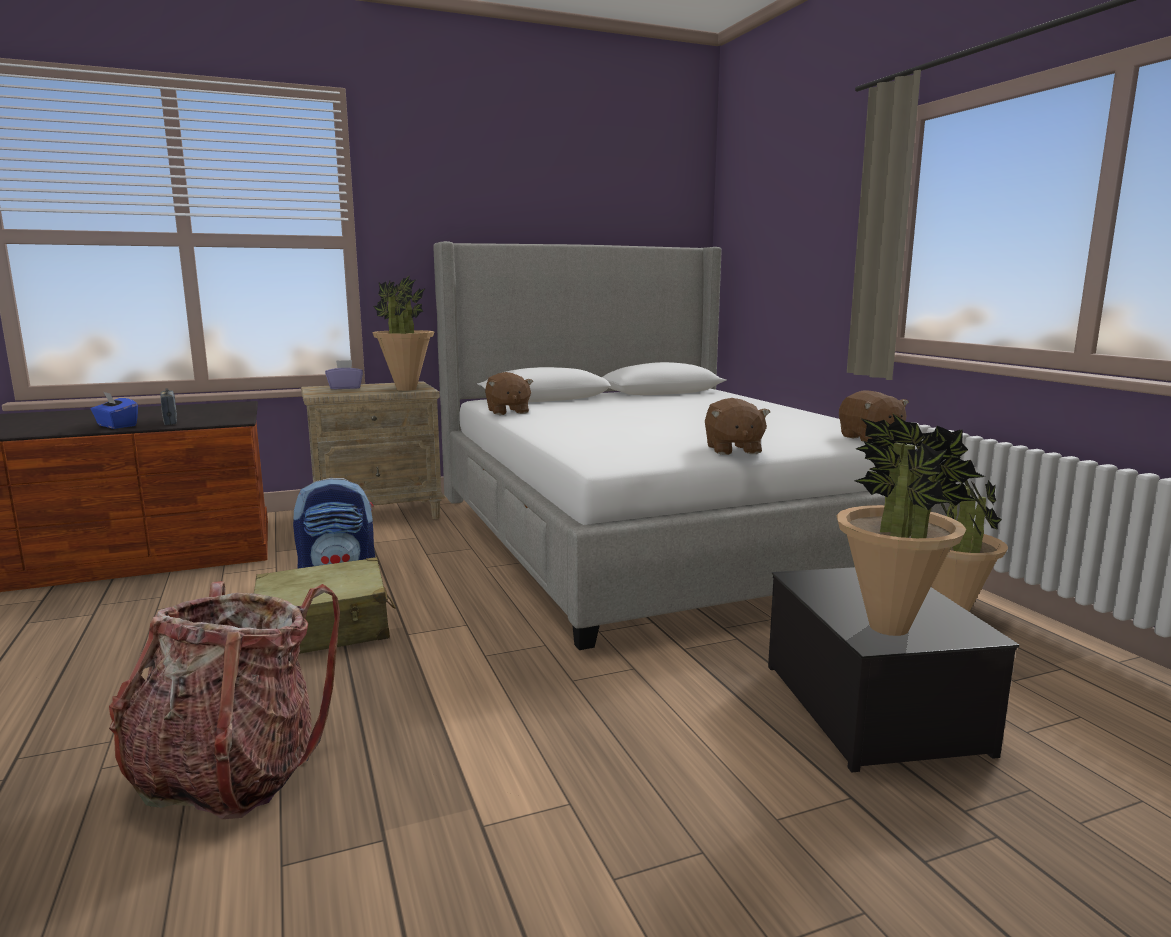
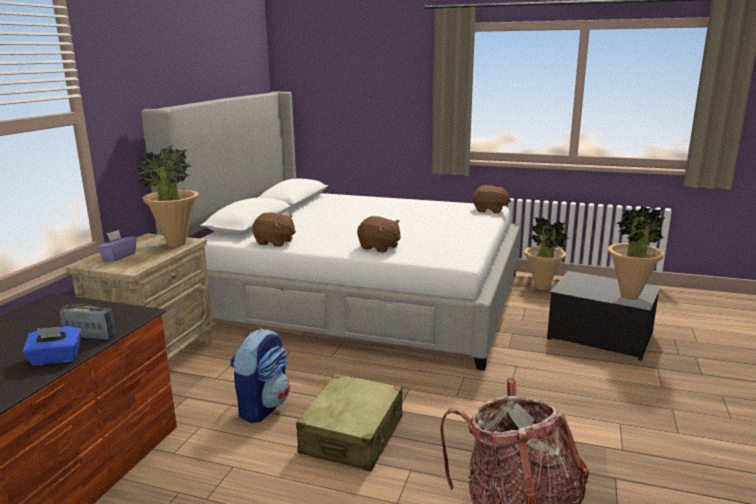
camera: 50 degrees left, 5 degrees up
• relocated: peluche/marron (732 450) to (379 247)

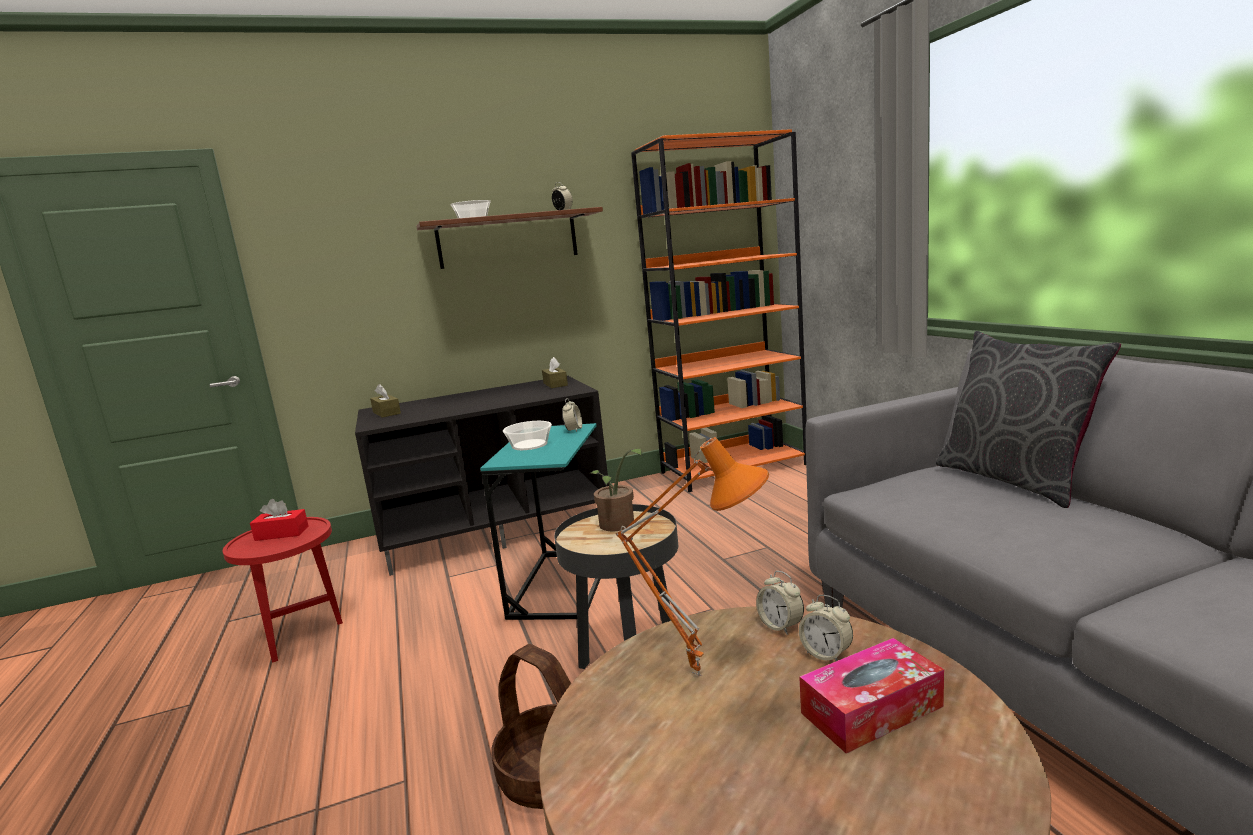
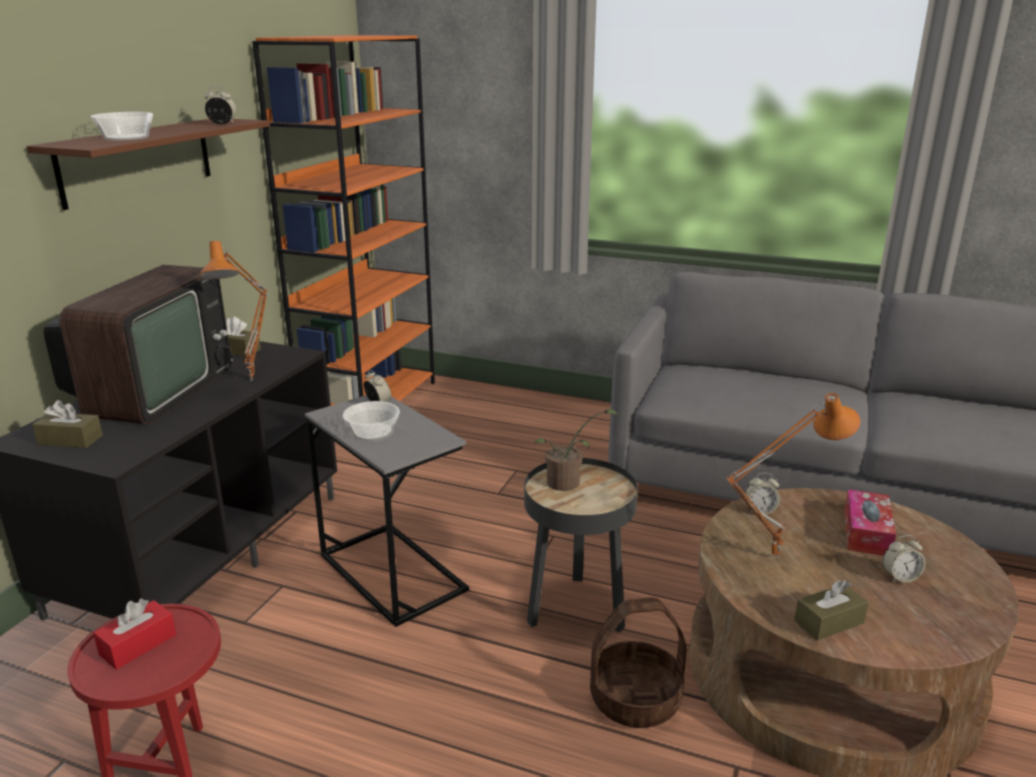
camera: 50 degrees left, 10 degrees up
• appeared: téléviseur (153 392)
• appeared: lampe de table/orange (254 380)
• colour: table d'appoint/turquoise (561 584) to table d'appoint/gris (392 572)
• appeared: boîte à mouchoirs/marron (828 622)
• relocated: réveil (826 654) to (900 577)
• missing: coussin/gris (1014 479)

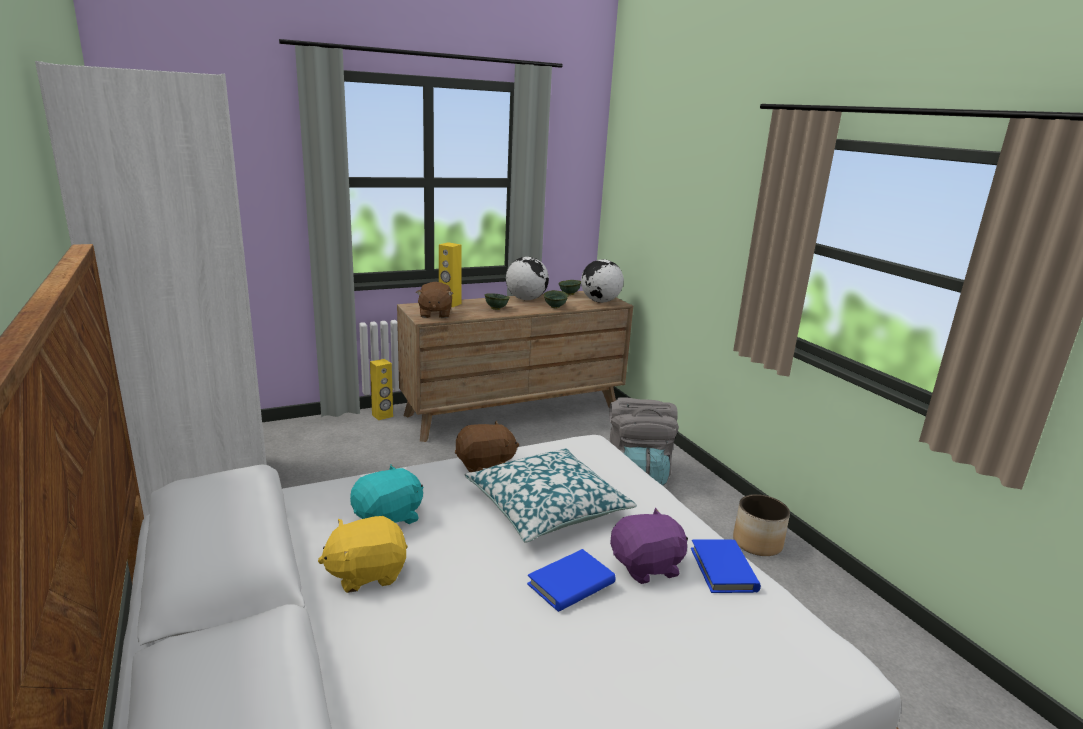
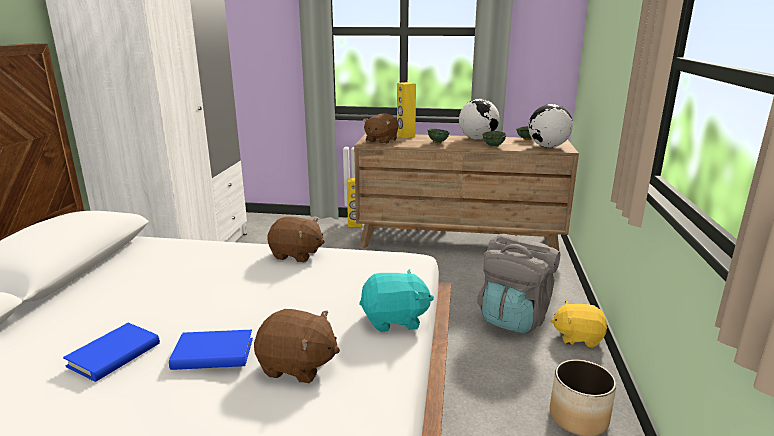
camera: 35 degrees right, 0 degrees up
• relocated: livre/bleu (723 569) to (114 355)
• colour: peluche/violet (647 567) to peluche/marron (297 366)
• relocated: peluche/turquoise (389 519) to (394 320)
• relocated: peluche/jaune (366 573) to (577 337)
• missing: coussin (546 507)

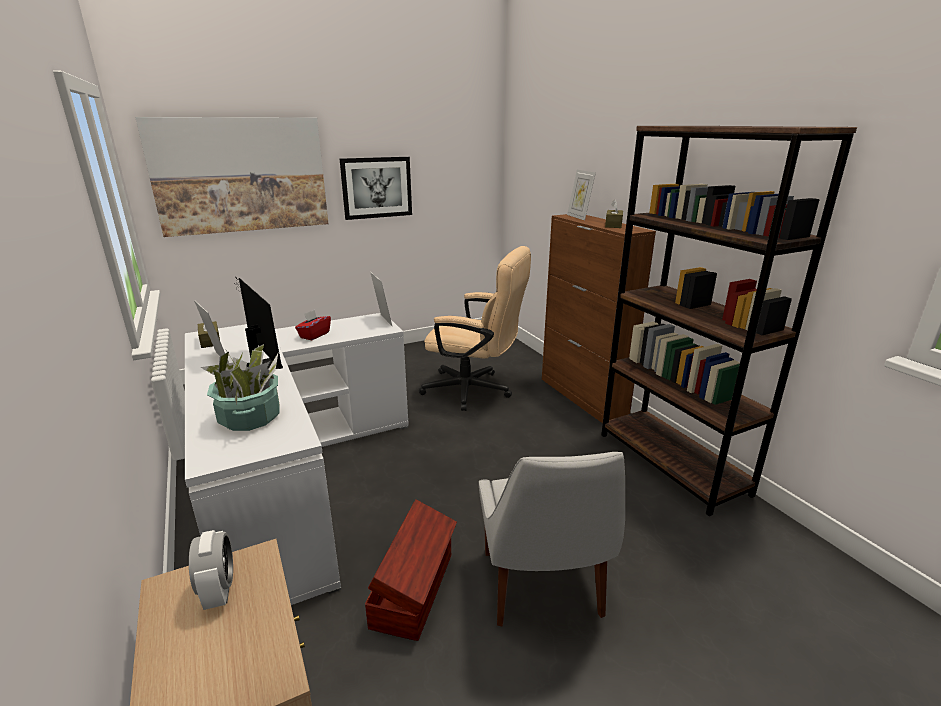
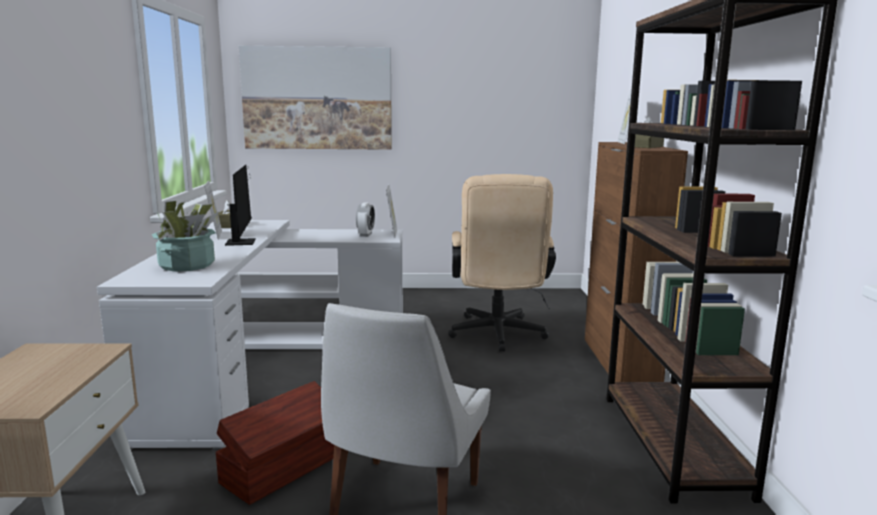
camera: 25 degrees right, 10 degrees down
• relocated: réveil (219 591) to (365 234)
• spun: chaise de bureau/beige (475 391) = (497 336) 45 degrees clockwise
• missing: boîte à mouchoirs/rouge (314 335)
• missing: tableau (376 187)

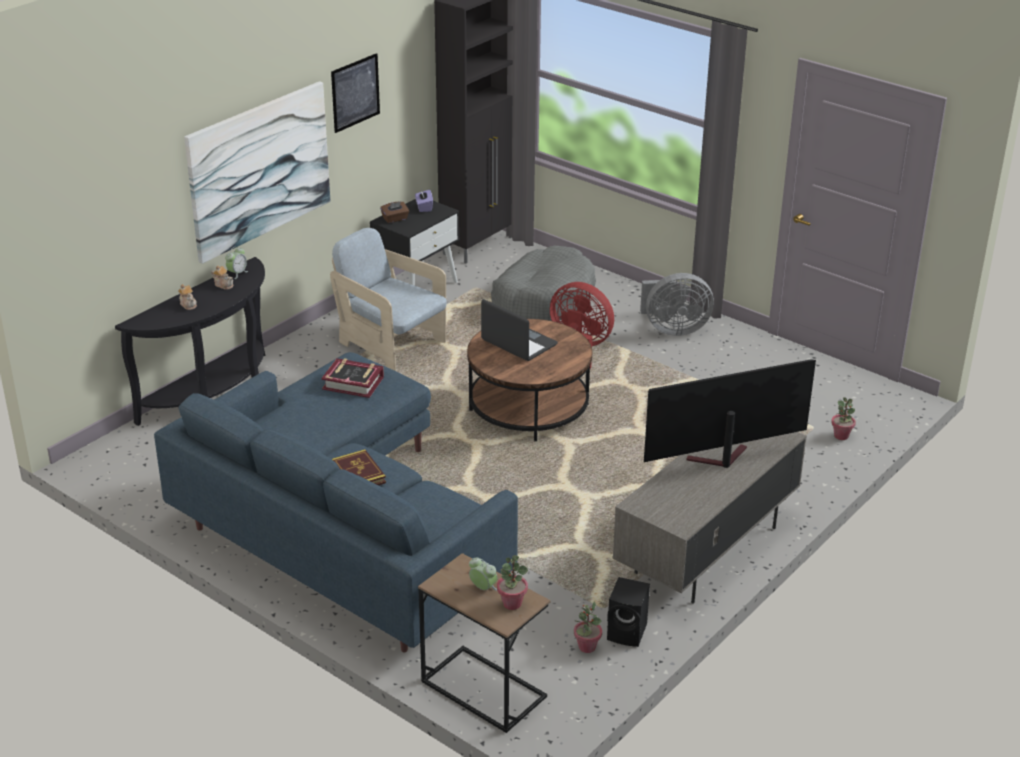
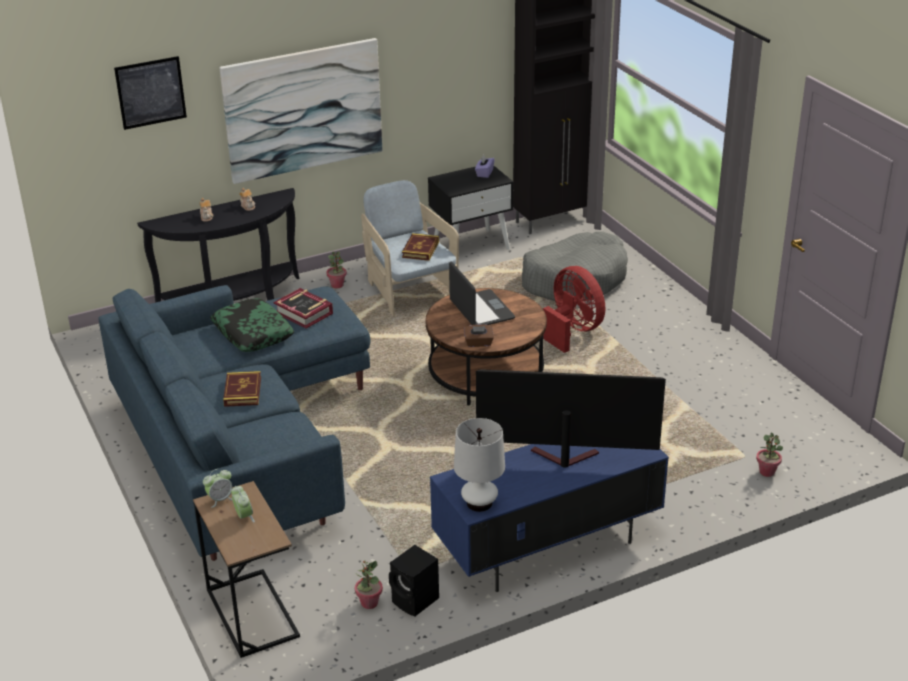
camera: 25 degrees right, 0 degrees up
• relocated: tableau (355 92) to (150 92)
• relocated: réveil (237 273) to (220 499)
• appeared: coussin (252 333)
• relocated: plante en pot (512 603) to (337 285)
• appeared: livre (420 249)
• colour: meuble télé/gris (706 551) to meuble télé/bleu (547 547)
• appeared: lampe de table/blanc (479 503)
• relocated: boîte à mouchoirs/marron (395 219) to (478 343)
• missing: ventilateur/gris (673 329)

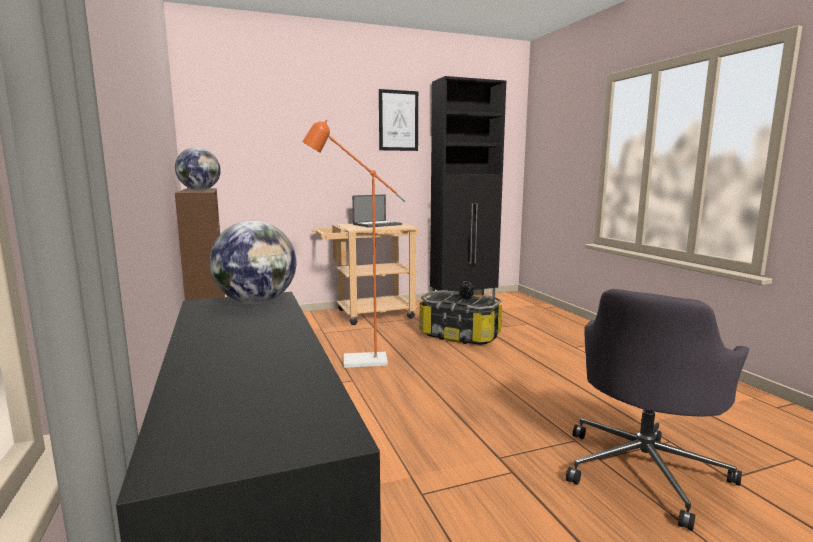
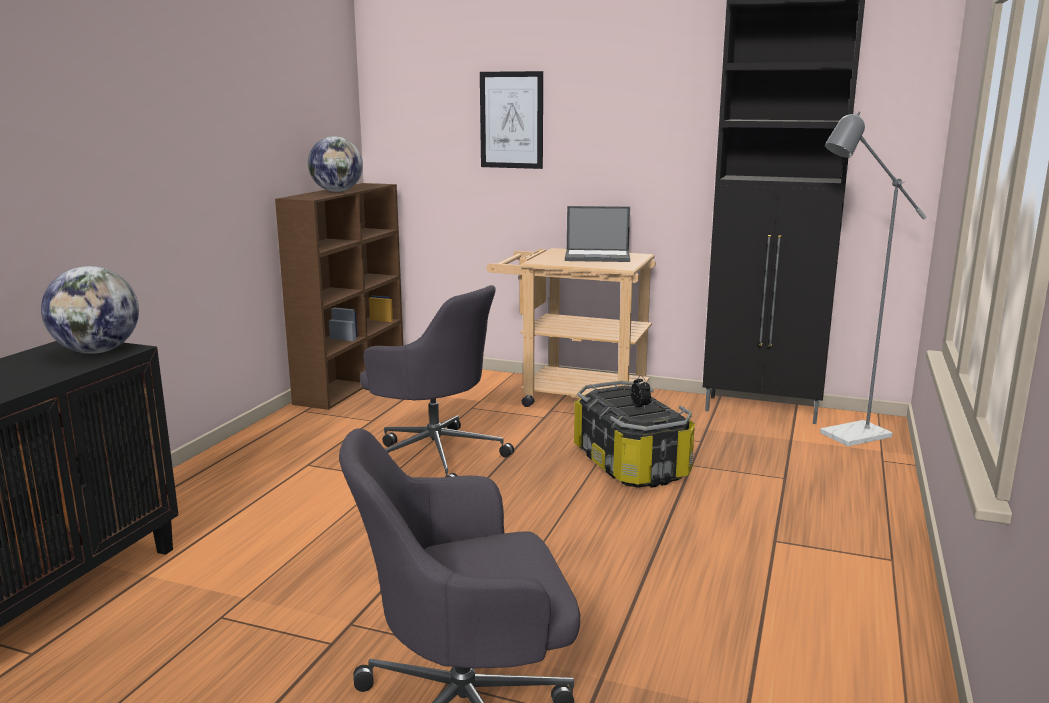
camera: 40 degrees right, 5 degrees up
• exchanged: lampadaire/orange (356 361) to chaise de bureau/gris (434 456)
• relocated: tableau (398 120) to (511 120)
• appeared: lampadaire/gris (846 437)

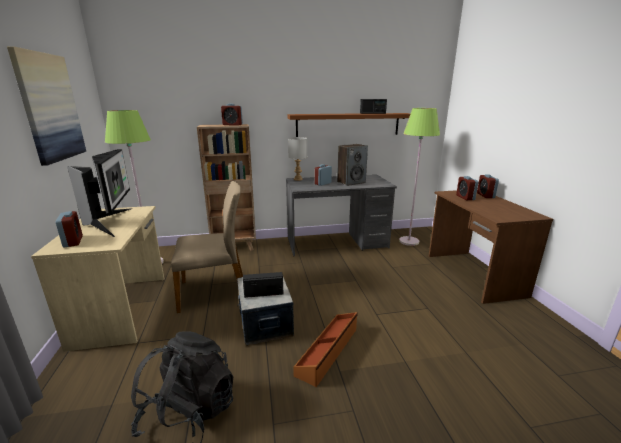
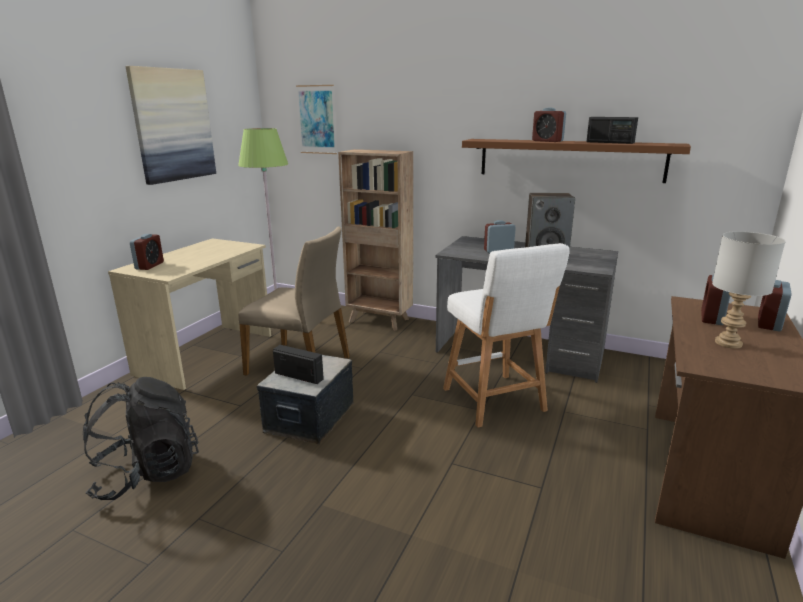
camera: 35 degrees right, 0 degrees up
• appeared: tableau (317 120)
• appeared: tabouret/blanc (496 402)
• relocated: réveil (232 125) to (547 141)
• relocated: lampe de table/gris (298 179) to (728 343)
• missing: écran d'ordinateur (111 222)
• missing: boîte de rangement/marron (328 351)
• missing: lampadaire/vert (409 241)

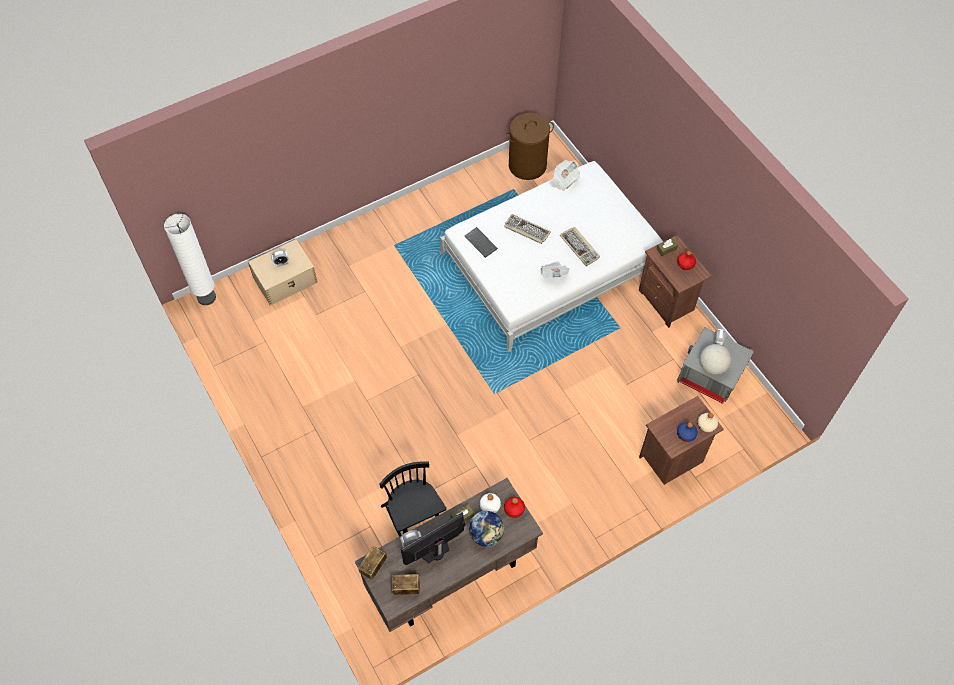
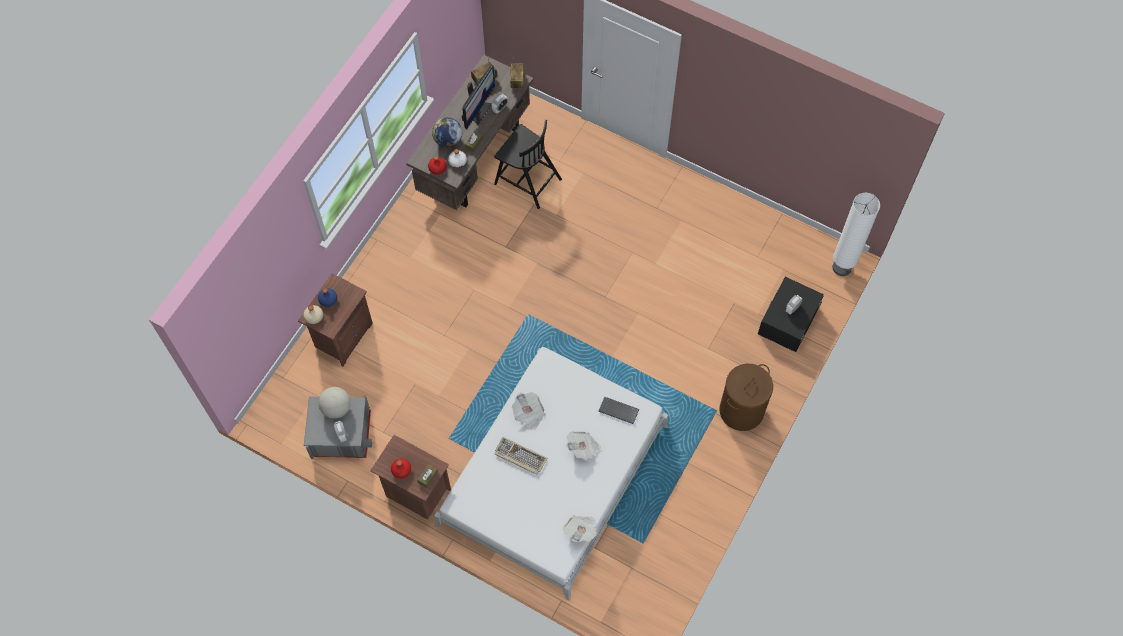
camera: 150 degrees right, 5 degrees up
• exchanged: clavier (526 230) to journal (583 448)
• relocated: panier à linge/marron (527 165) to (741 410)
• colour: boîte de rangement/beige (286 280) to boîte de rangement/noir (787 321)

